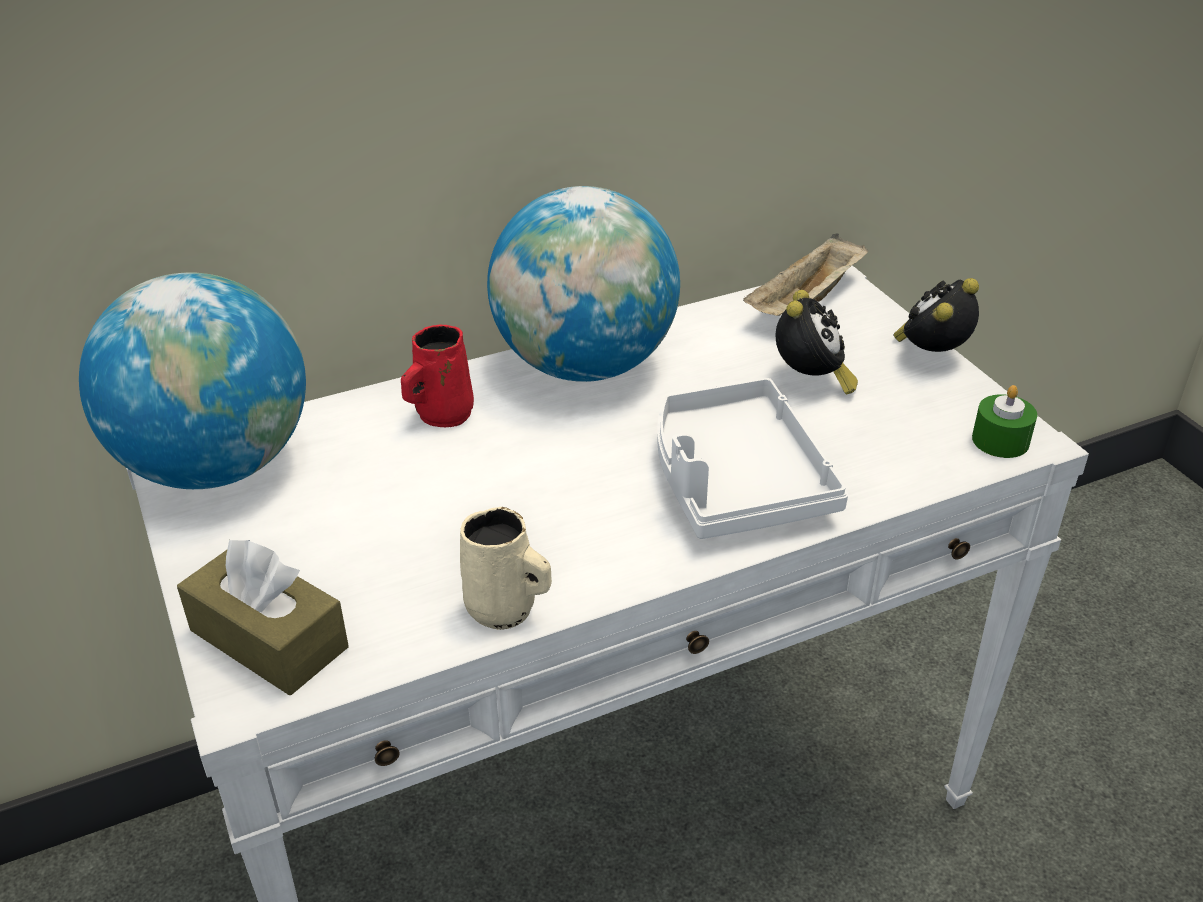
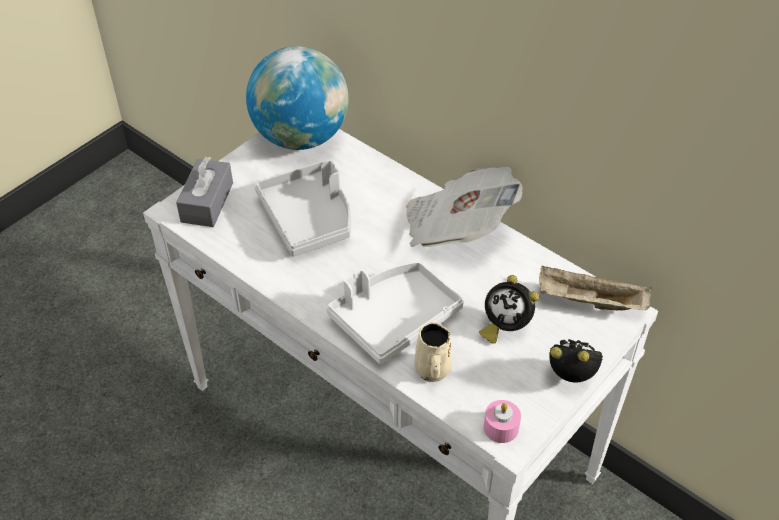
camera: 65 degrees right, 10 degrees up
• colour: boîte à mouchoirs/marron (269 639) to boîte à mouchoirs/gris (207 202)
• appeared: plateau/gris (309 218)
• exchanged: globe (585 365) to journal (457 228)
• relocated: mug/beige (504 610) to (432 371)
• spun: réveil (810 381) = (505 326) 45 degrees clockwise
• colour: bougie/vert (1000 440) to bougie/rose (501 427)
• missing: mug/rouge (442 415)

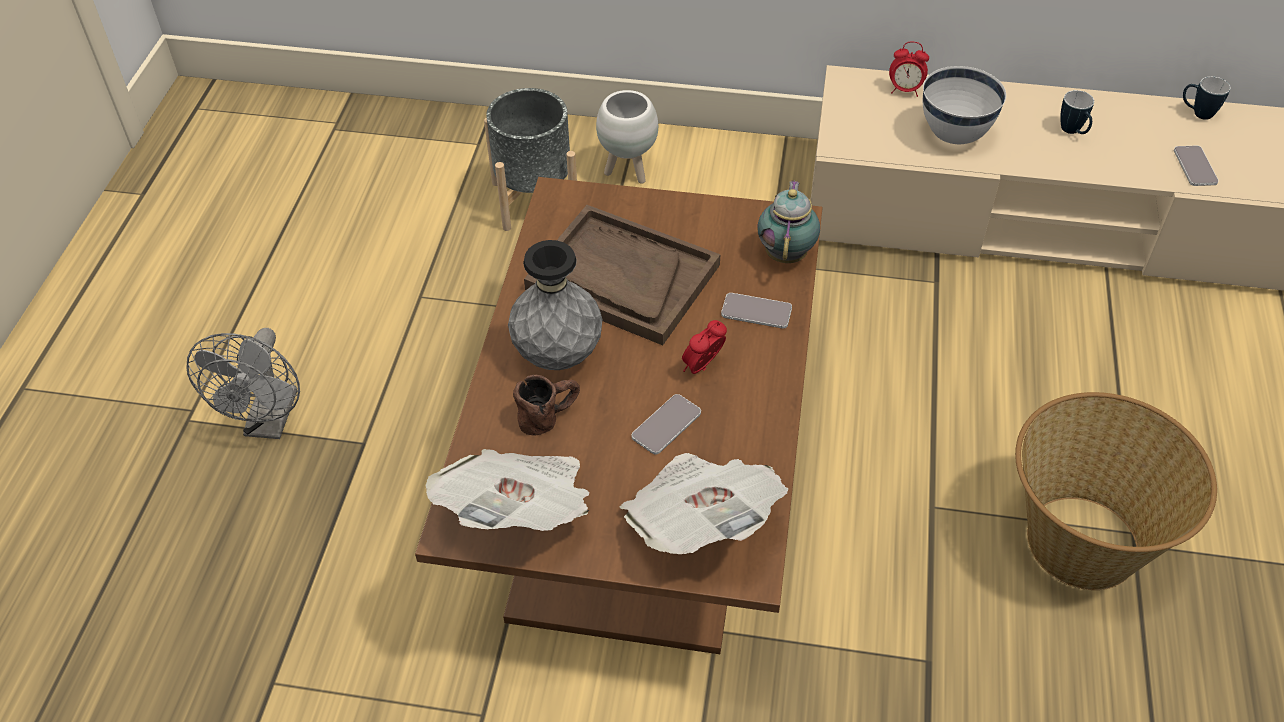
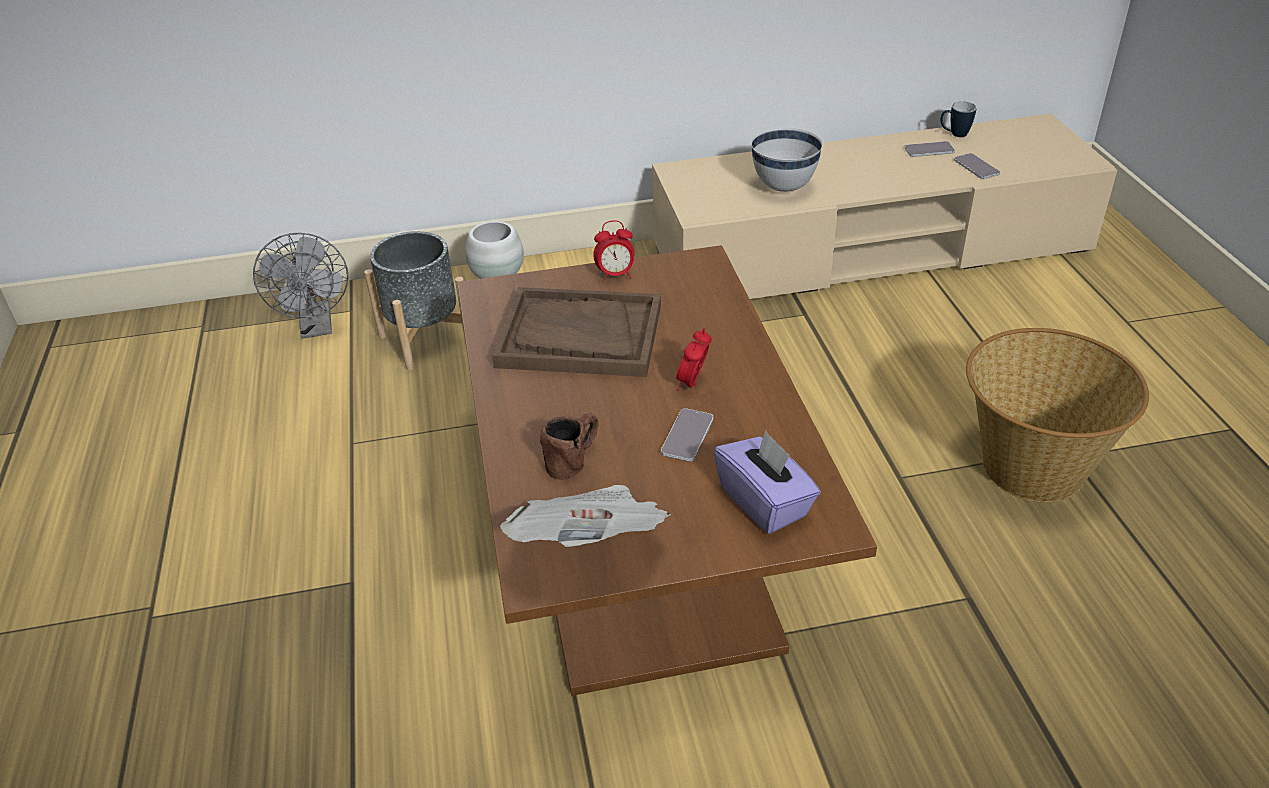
camera: 20 degrees left, 10 degrees down
• relocated: ventilateur/gris (269 423) to (317 328)
• relocated: réveil (905 90) to (615 275)
• exchanged: journal (700 522) to boîte à mouchoirs/violet (765 502)
• relocated: téléphone (756 312) to (929 150)
• missing: vase/gris (558 356)
• missing: théière (786 253)
• missing: mug (1073 132)

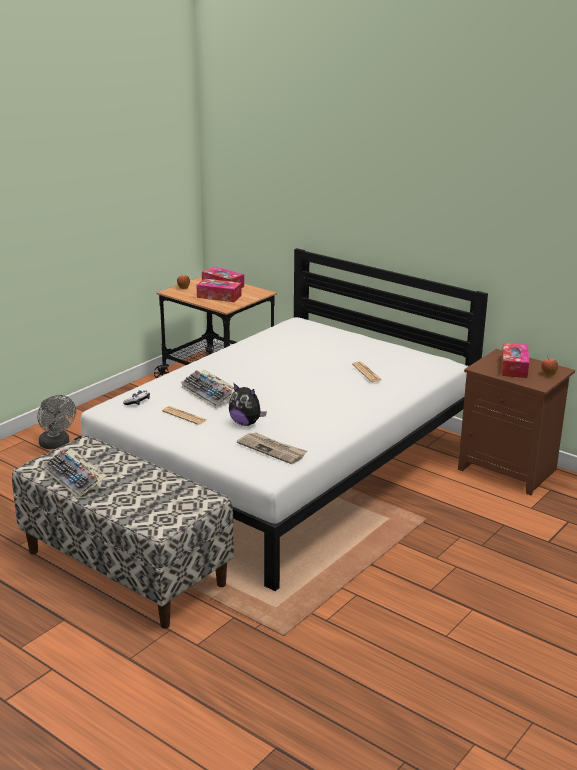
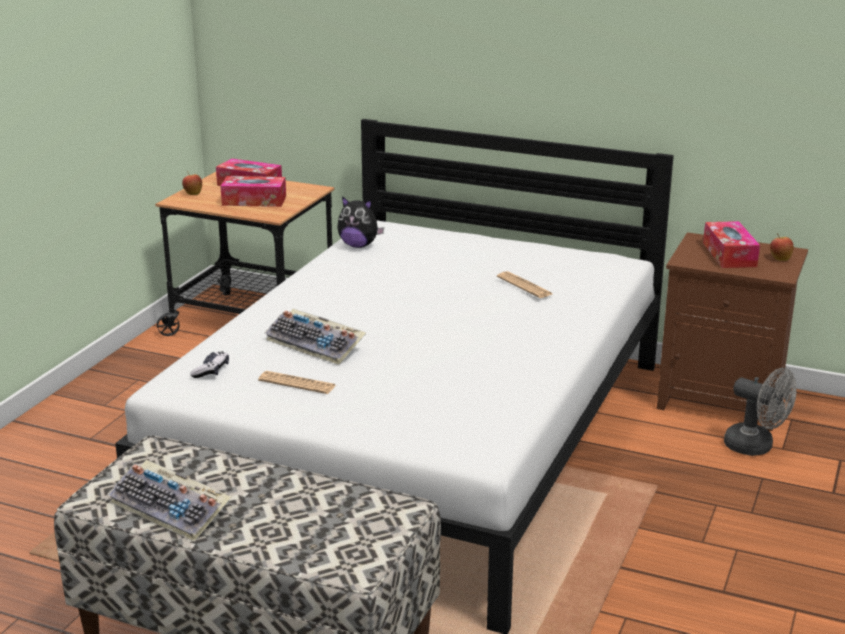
camera: 15 degrees left, 0 degrees up
• relocated: peluche (246 423) to (359 245)
• relocated: ventilateur/gris (56 445) to (756 447)
• missing: journal (272 449)

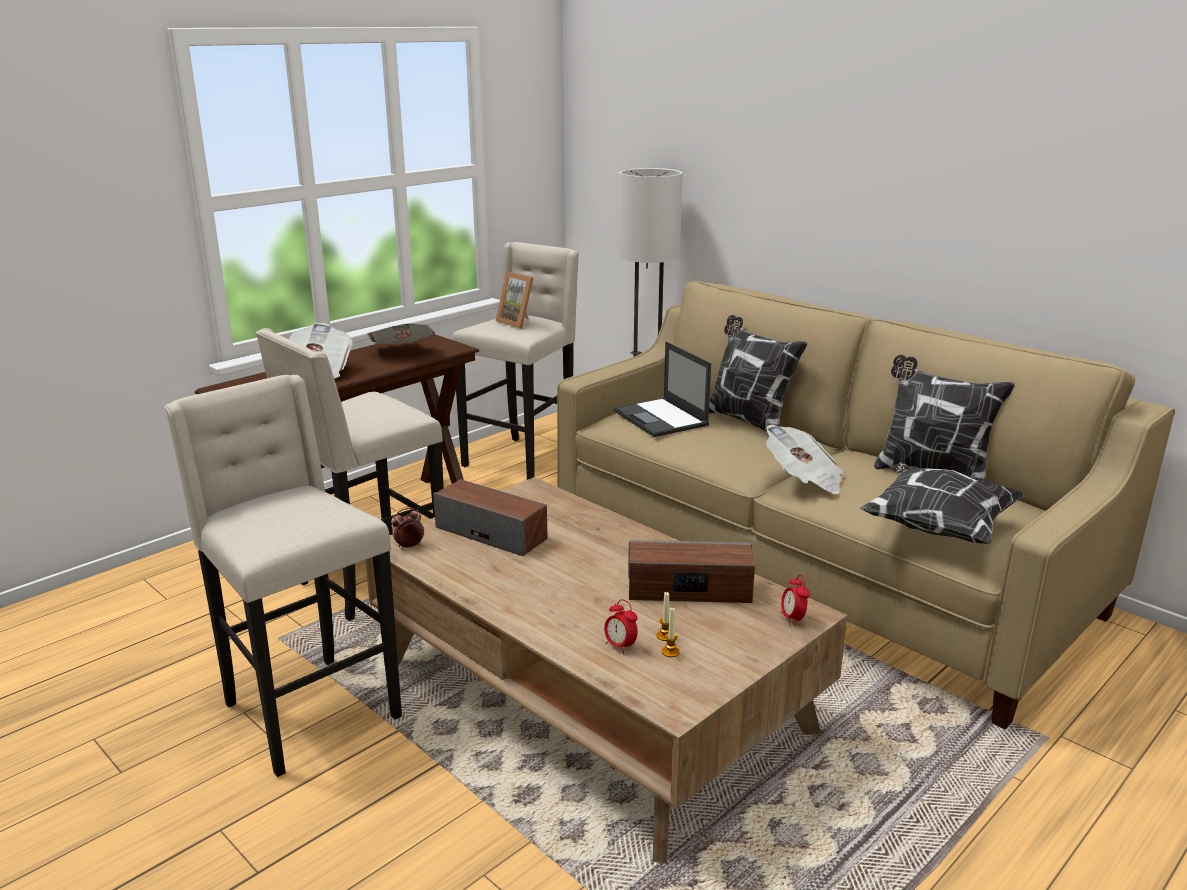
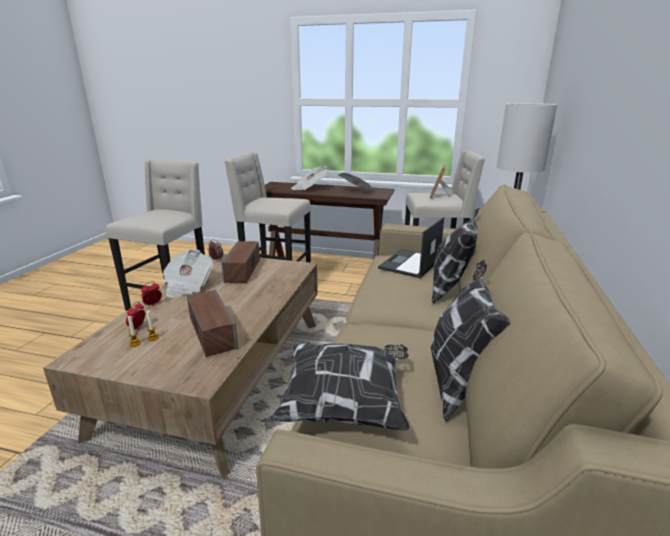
camera: 60 degrees right, 0 degrees up
• relocated: réveil (793 619) to (153 305)
• relocated: journal (804 479) to (187 286)

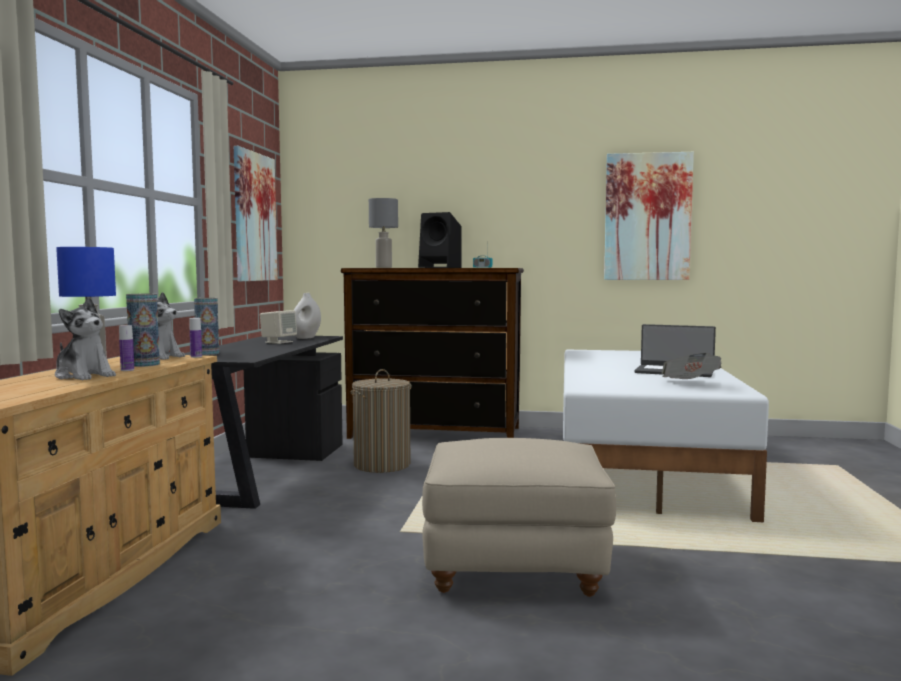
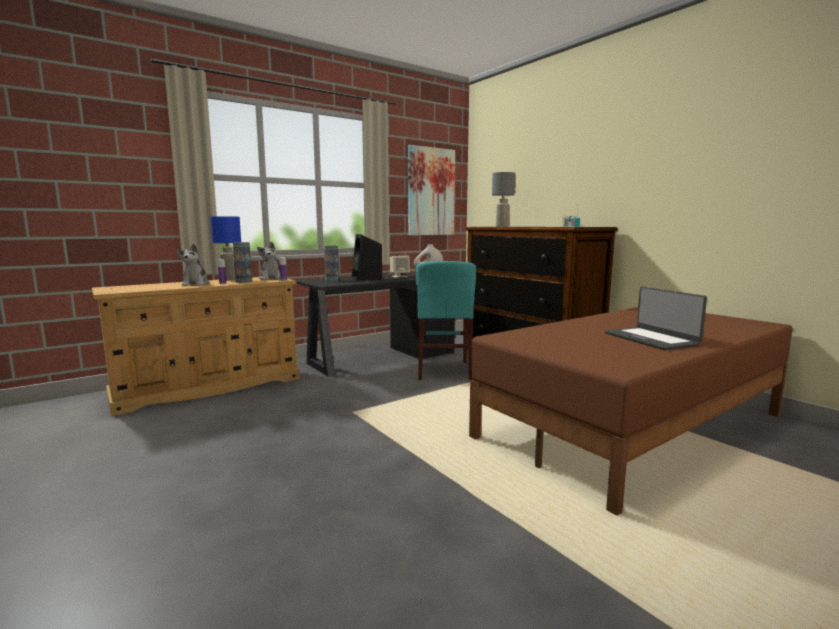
camera: 45 degrees right, 5 degrees up
• relocated: enceinte/noir (441 267) to (367 278)
• exchanged: panier à linge (382 465) to chaise/turquoise (443 370)
• colour: lit/blanc (642 465) to lit/marron (634 426)
• missing: pouf/beige (515 566)
• missing: tableau (647 217)
• missing: journal (690 383)

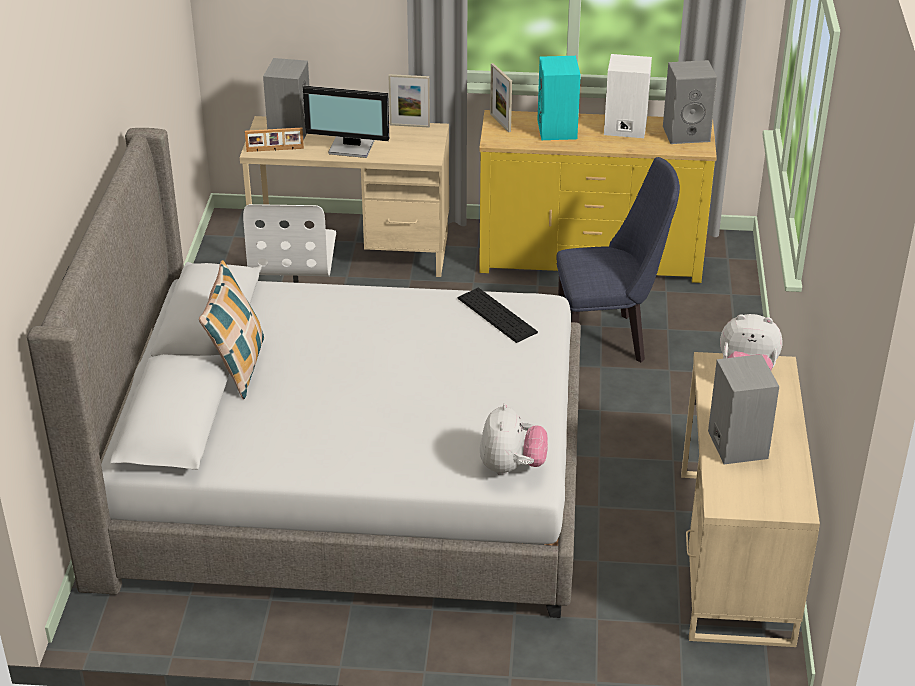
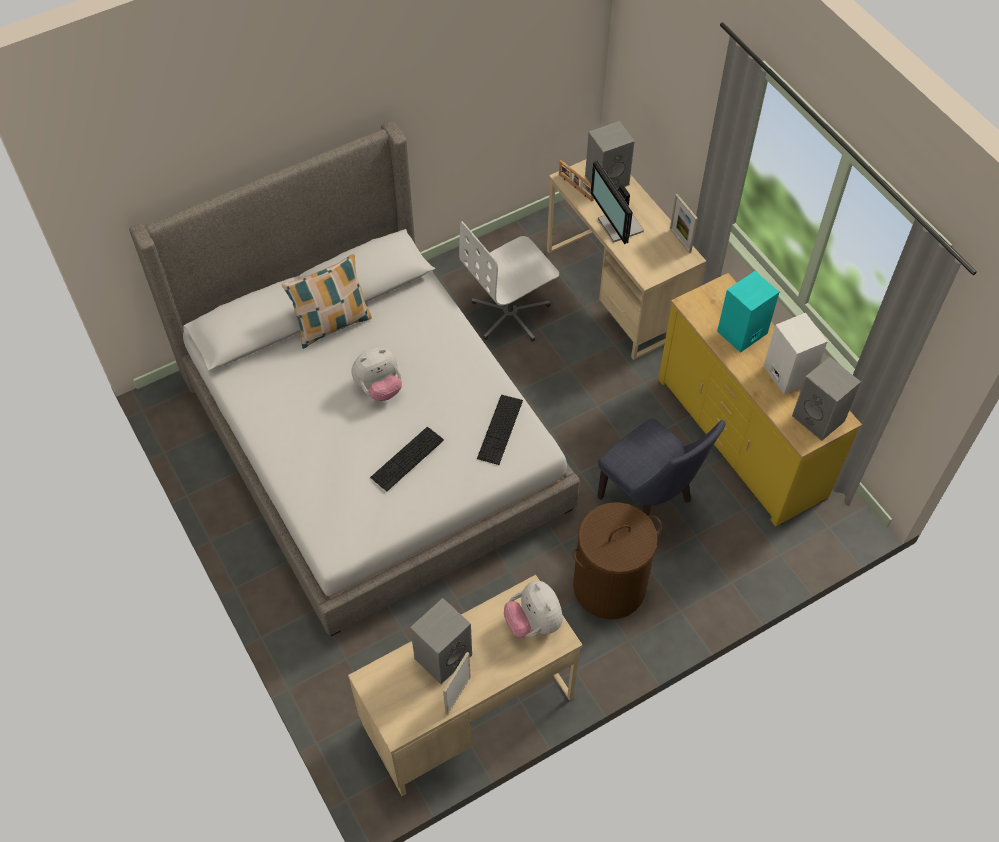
camera: 55 degrees right, 20 degrees up
• relocated: peluche (511 467) to (379 388)
• appeared: clavier (407 458)
• relocated: cadre photo (500 123) to (458 695)
• appeared: panier à linge/marron (609 587)

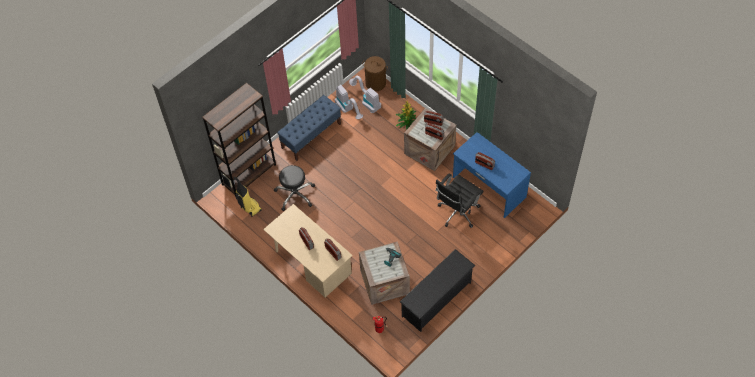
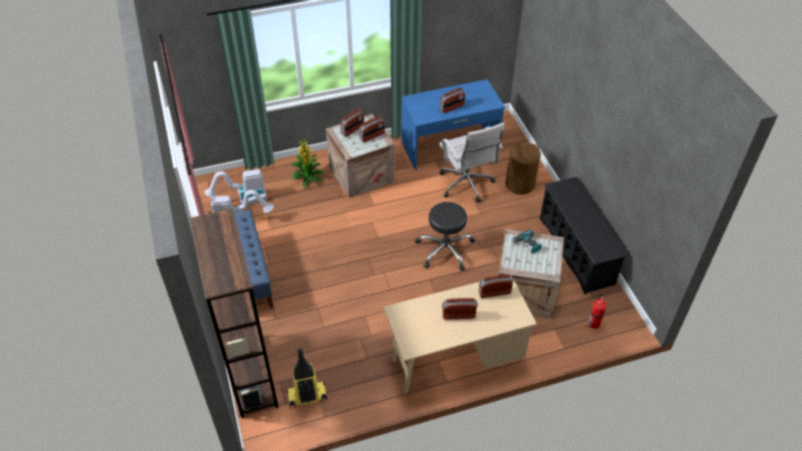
camera: 65 degrees left, 10 degrees down
• relocated: tabouret/noir (295 194) to (445 249)
• colour: chaise de bureau/noir (457 213) to chaise de bureau/blanc (467 186)
• relocated: panier à linge/marron (376 83) to (520 184)

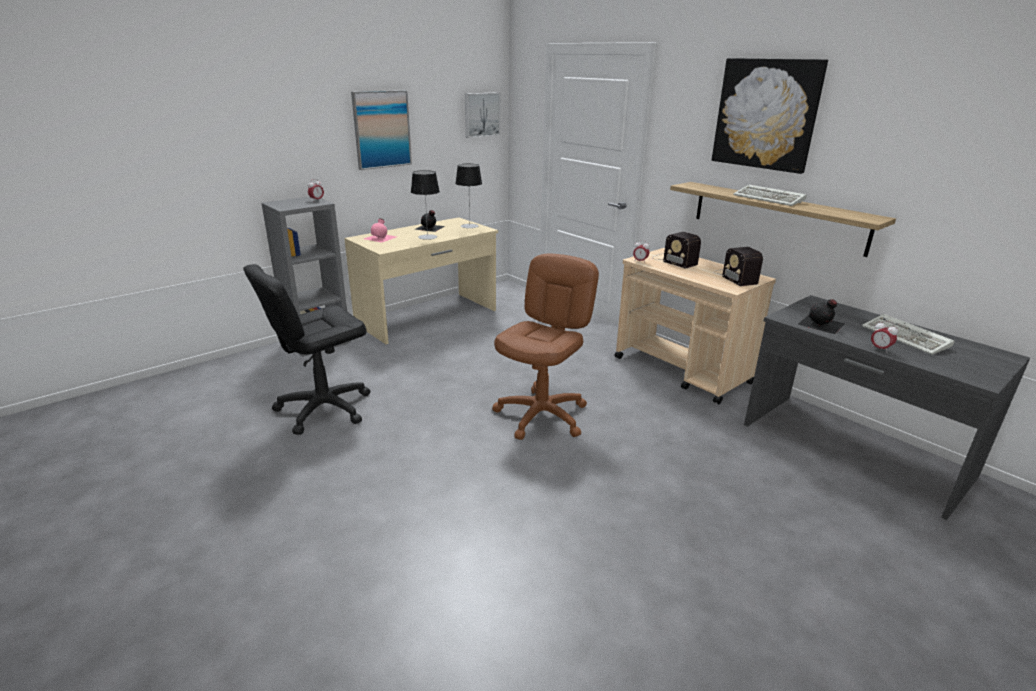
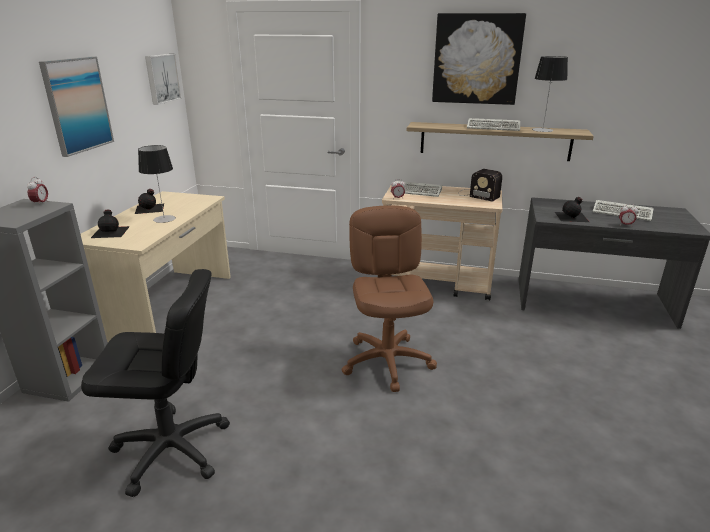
camera: 35 degrees left, 0 degrees up
• spun: chaise de bureau/noir (324 408) = (171 450) 105 degrees counterclockwise
• colour: bouteille/rose (381 237) to bouteille/noir (111 231)
• exchanged: radio (673 260) to clavier (417 191)
• relocated: lampe de table (469 226) to (542 130)

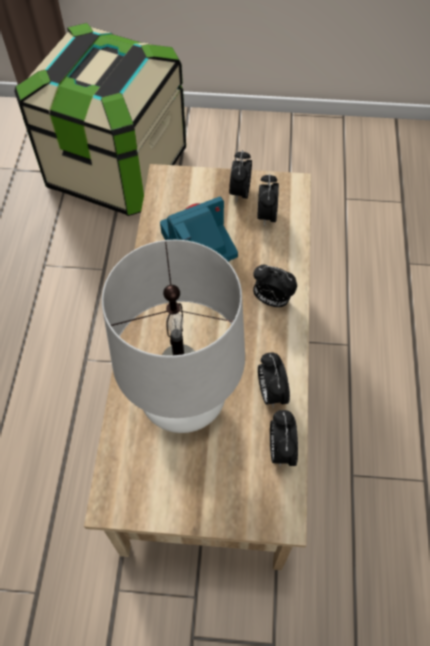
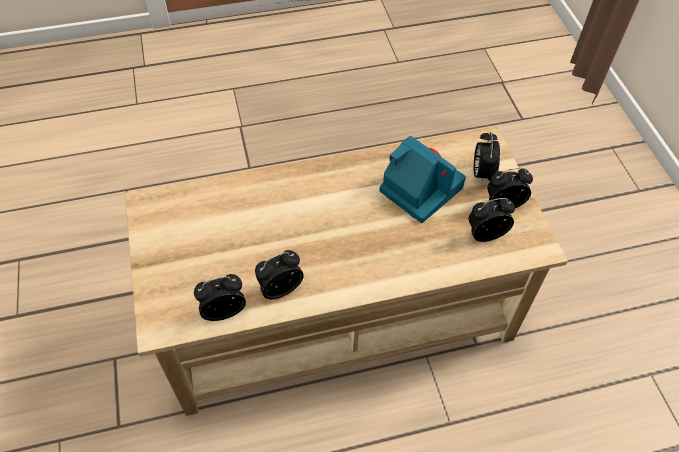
camera: 70 degrees right, 5 degrees down
• relocated: réveil (271 300) to (482 174)
• missing: boîte de rangement (116 168)
• missing: lampe de table/blanc (184 404)

